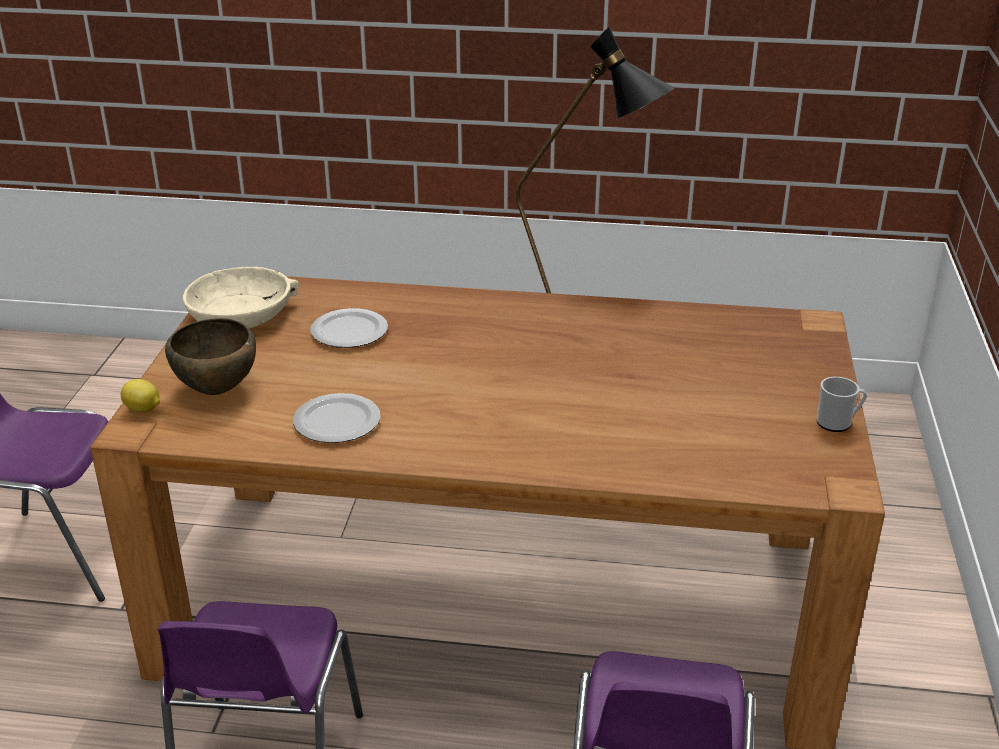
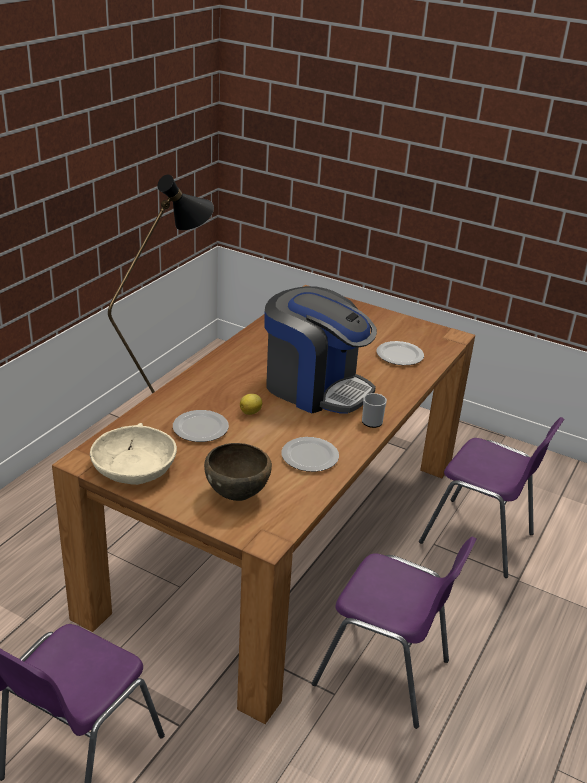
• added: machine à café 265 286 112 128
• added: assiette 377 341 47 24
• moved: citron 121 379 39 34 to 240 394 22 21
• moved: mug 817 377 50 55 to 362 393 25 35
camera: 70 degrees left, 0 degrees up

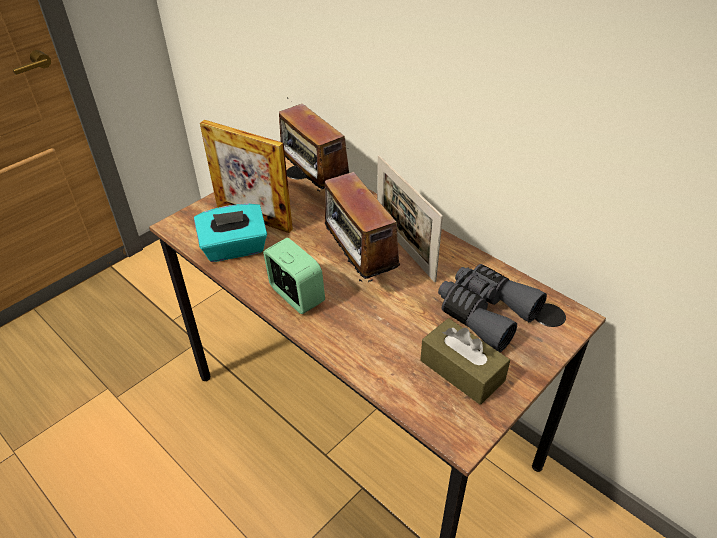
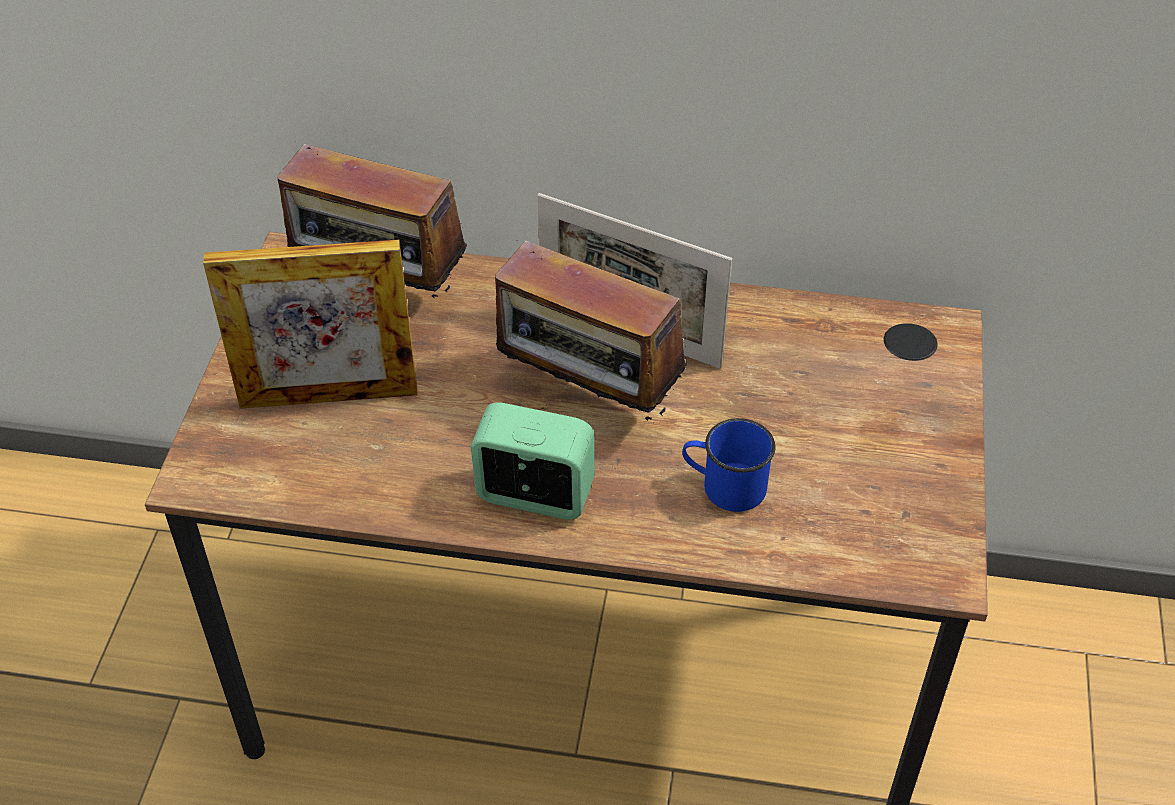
• removed: boîte à mouchoirs [turquoise] 194 204 73 58
• removed: boîte à mouchoirs [marron] 420 318 90 87
• removed: jumelles [gris] 438 264 109 88
• added: mug [bleu] 682 418 94 94
camera: 35 degrees left, 5 degrees up

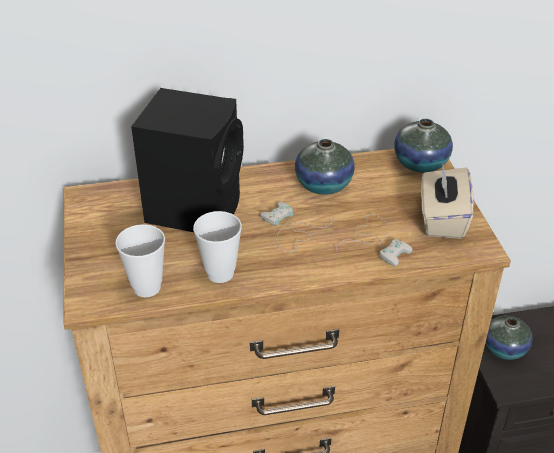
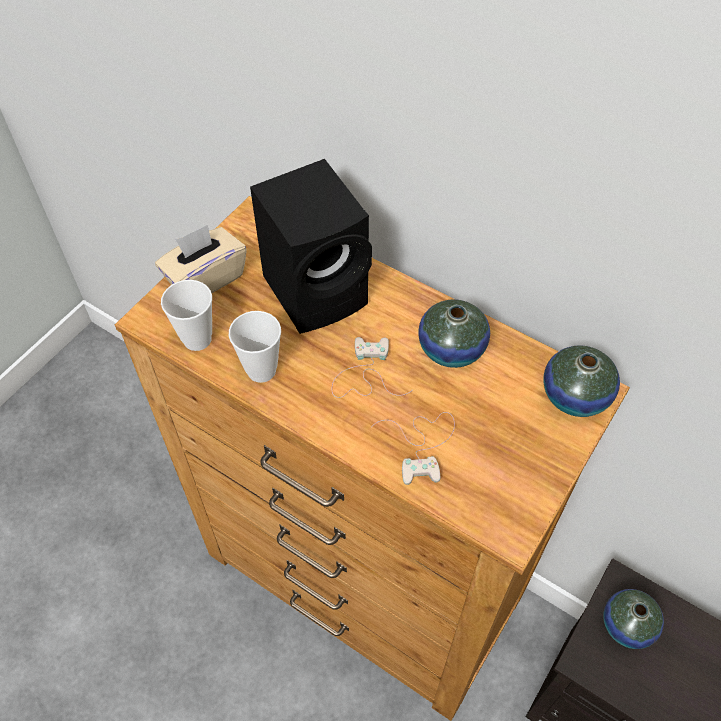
• moved: boîte à mouchoirs [beige] 421 165 53 74 to 155 225 92 68
camera: 45 degrees right, 15 degrees up

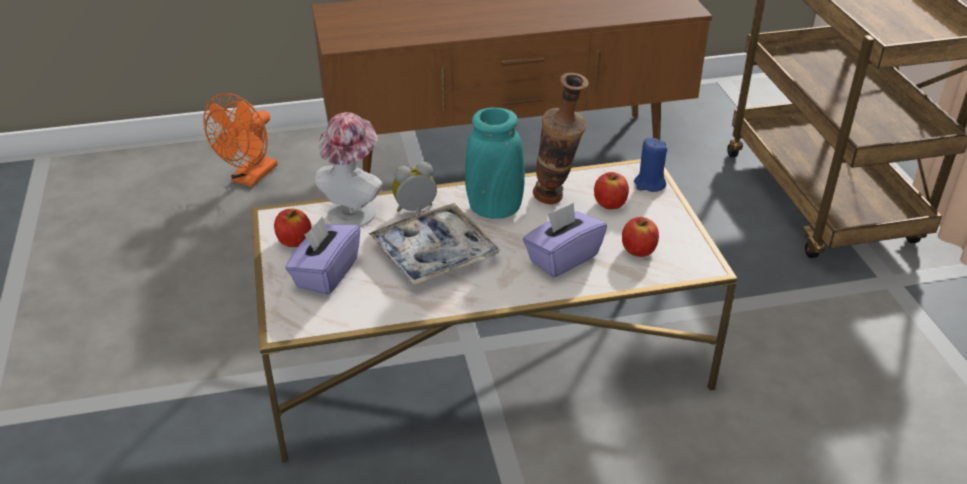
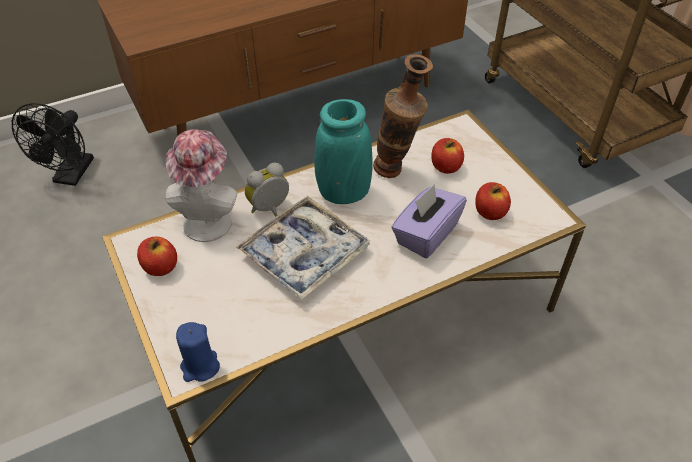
• removed: boîte à mouchoirs [violet] 285 217 75 78
• moved: bougie [bleu] 634 138 33 54 to 176 322 44 60
• recoloured: ventilateur [orange] 203 93 75 94 to ventilateur [noir] 12 103 82 83
camera: 15 degrees left, 10 degrees up

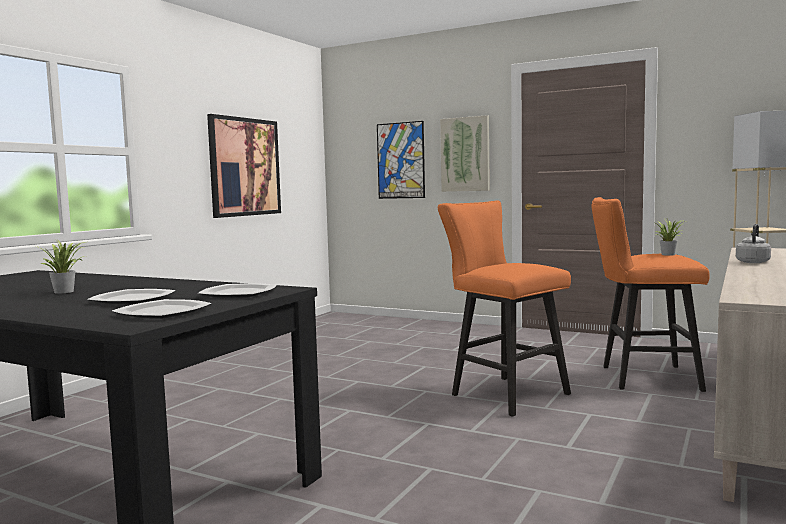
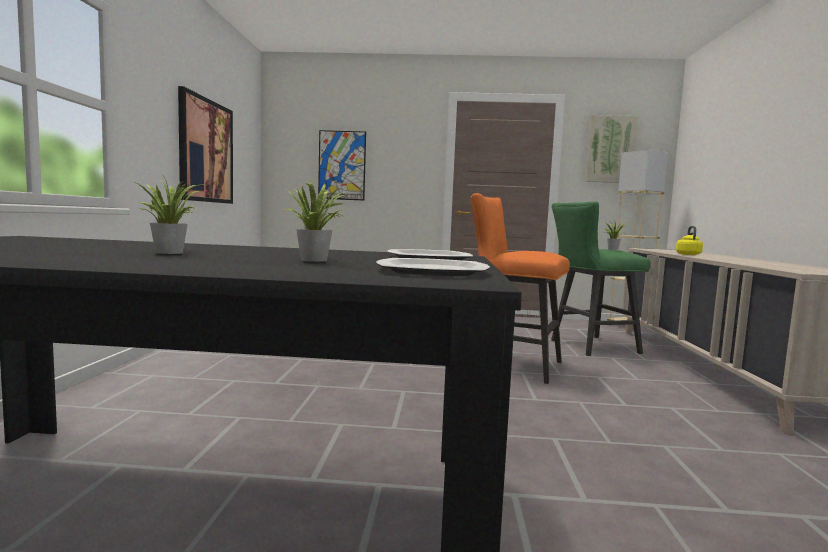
• moved: tableau 440 115 50 77 to 585 115 53 68
• replaced: assiette 87 289 89 15 to plante en pot 284 180 64 82
• recoloured: tabouret [orange] 592 197 118 195 to tabouret [vert] 551 201 100 155
• recoloured: bouilloire [gris] 736 224 35 39 to bouilloire [jaune] 676 226 27 29
camera: 25 degrees left, 0 degrees up

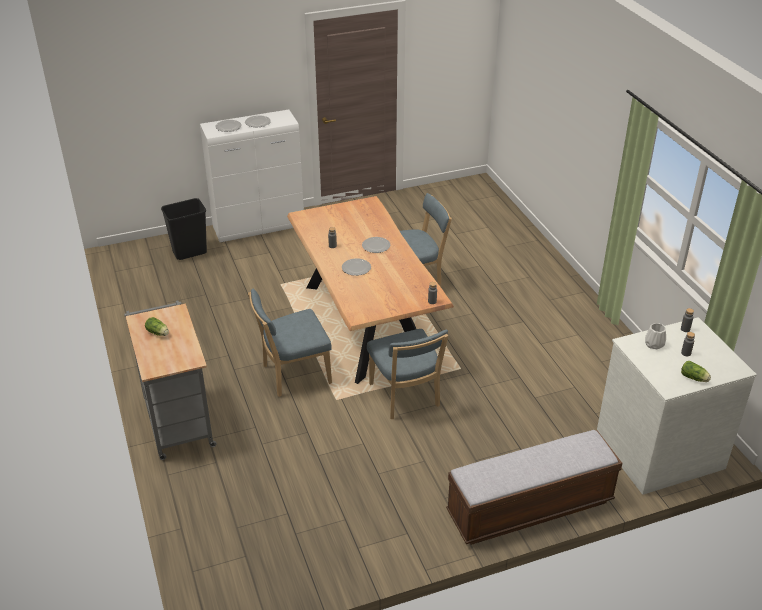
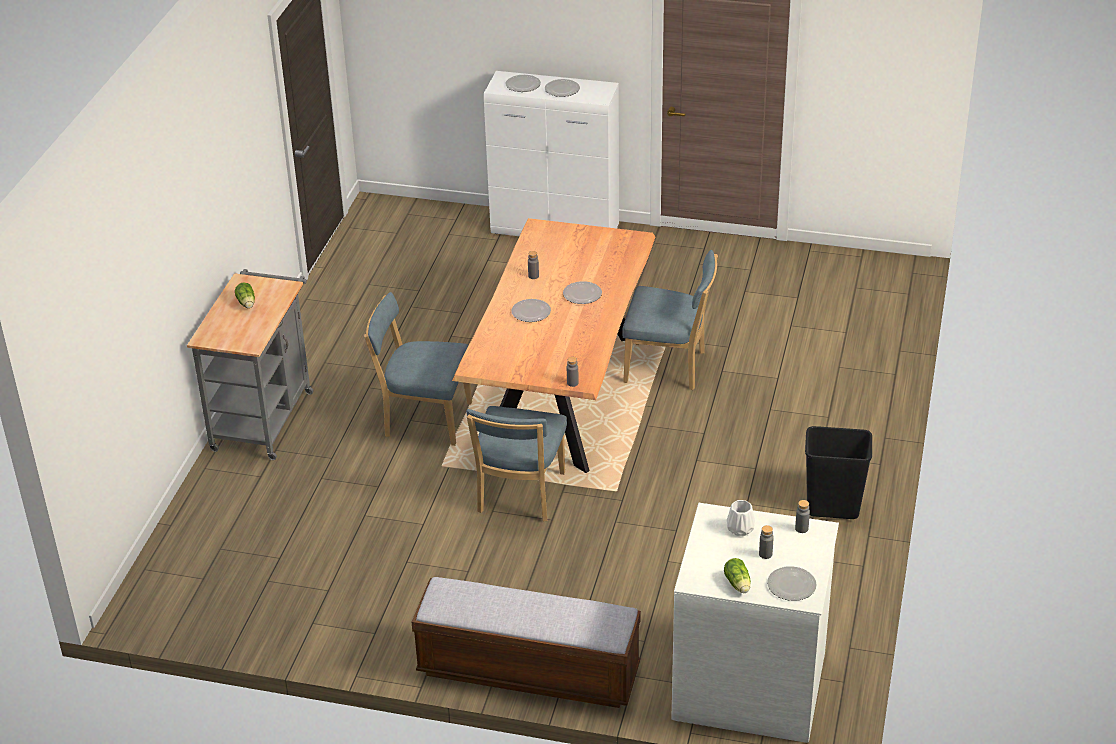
• added: assiette 767 566 50 35
• moved: poubelle [noir] 161 198 46 62 to 805 426 67 93
camera: 35 degrees right, 0 degrees up

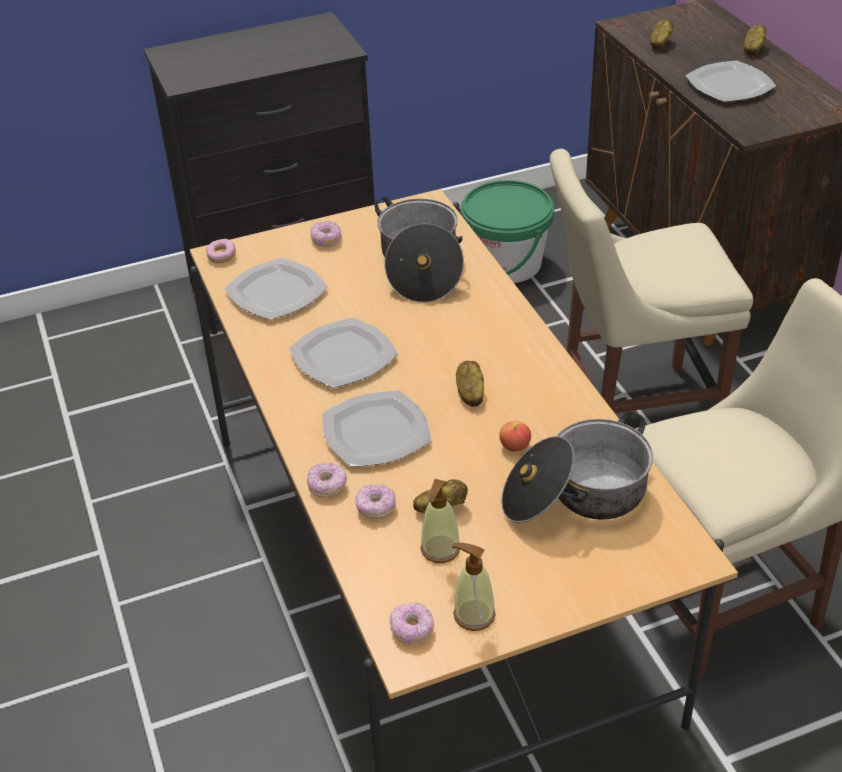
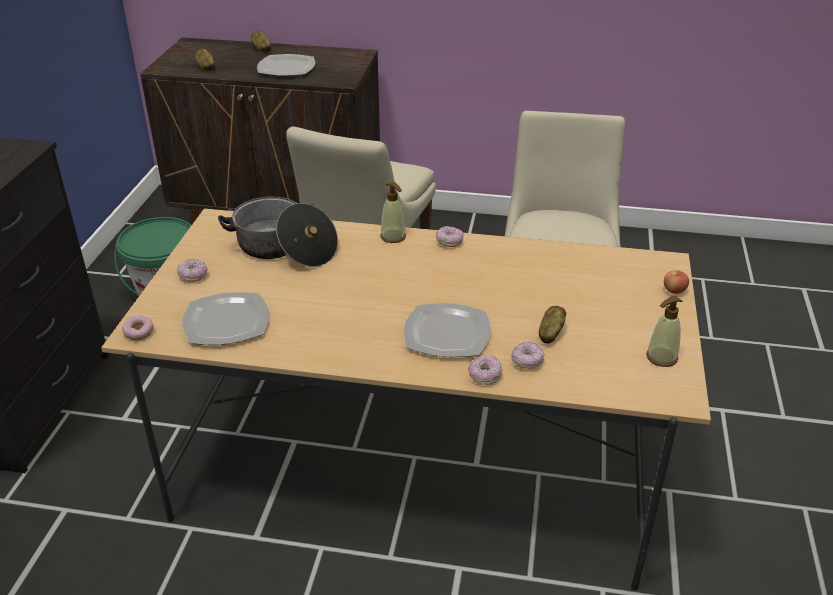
• removed: assiette 289 317 109 71
• removed: pomme de terre 456 361 28 46
• removed: marmite 501 411 152 112
• moved: beignet 390 602 44 43 to 436 226 28 21
• moved: distributeur de savon 420 479 40 84 to 380 182 26 61
• moved: pomme 499 421 32 31 to 664 270 25 24
camera: 60 degrees left, 5 degrees down

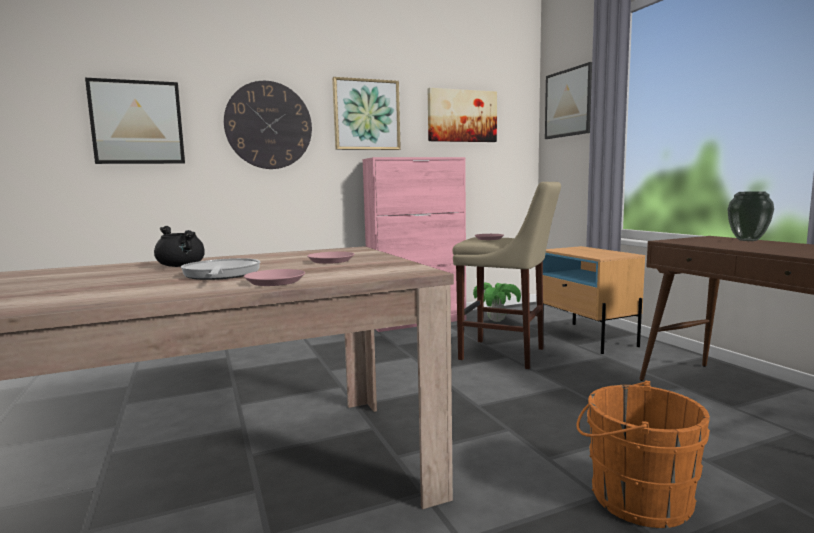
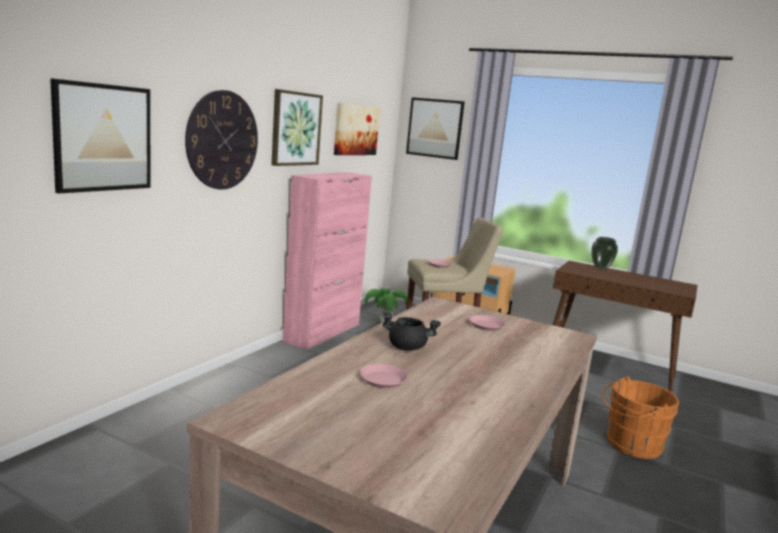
• removed: poêle 181 258 79 22
• moved: assiette [rose] 244 269 61 17 to 359 364 49 24
camera: 40 degrees left, 5 degrees up

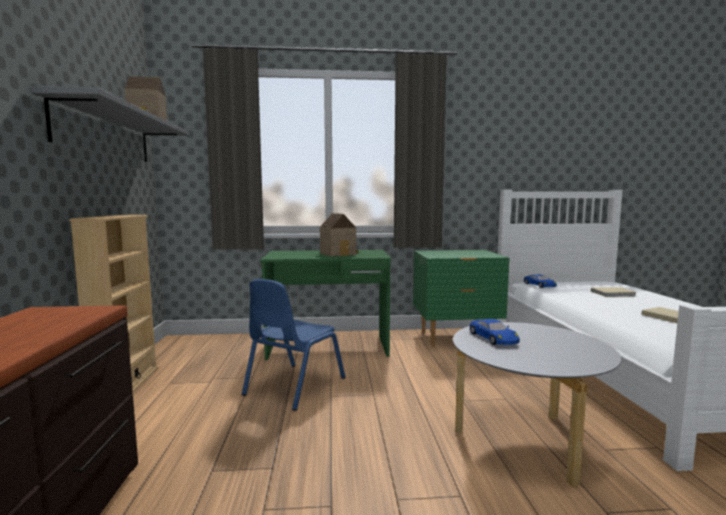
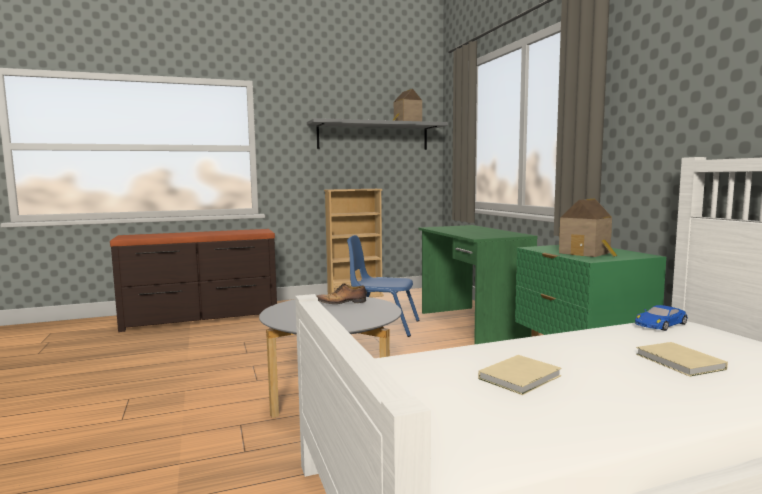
• moved: maison miniature 320 213 39 44 to 559 199 58 58
• replaced: petite voiture [bleu] 470 319 50 26 to chaussure 317 283 50 21
camera: 75 degrees right, 0 degrees up

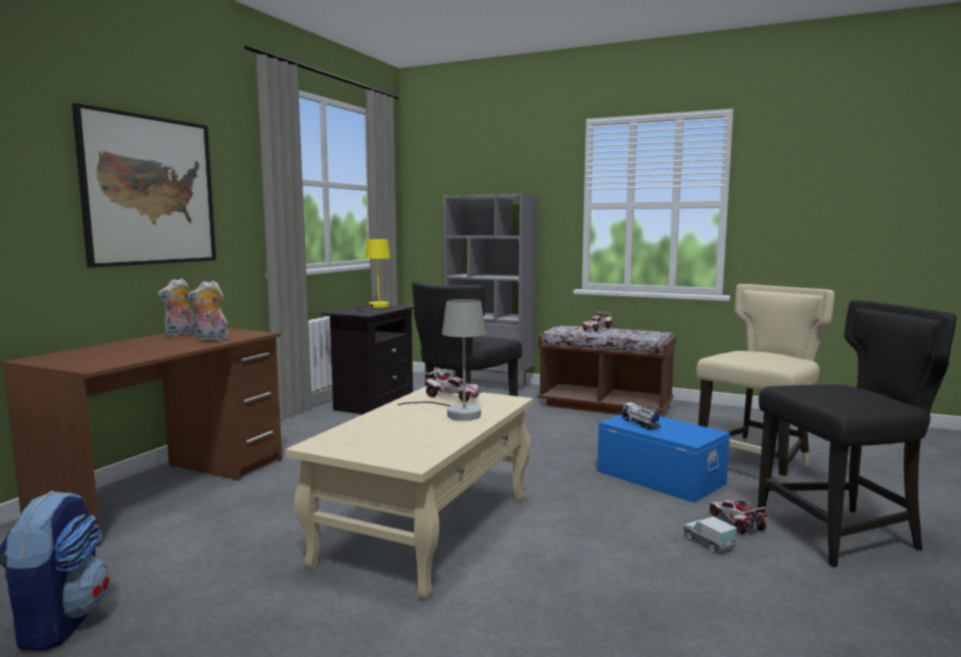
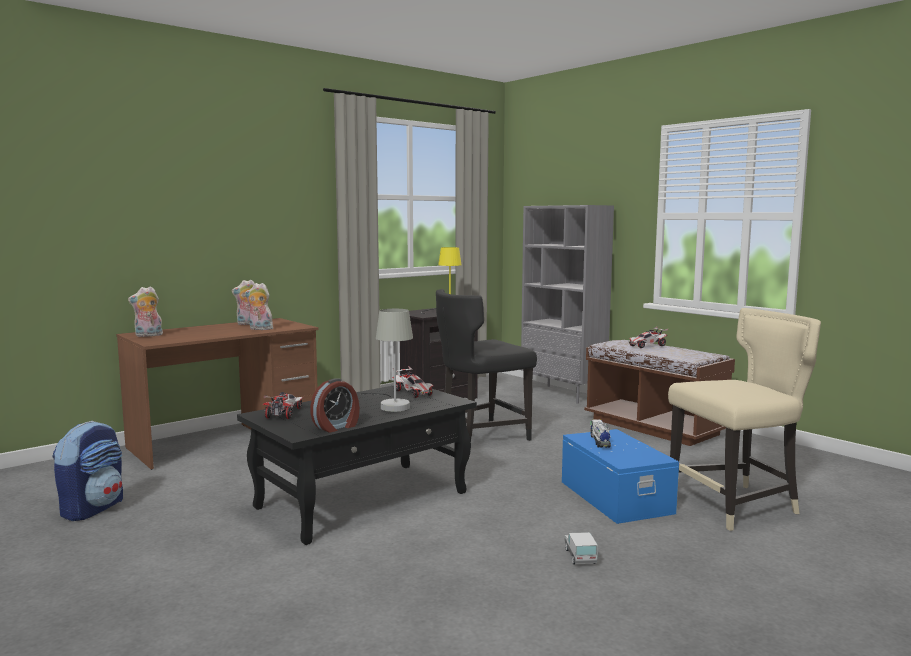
• removed: tableau 72 103 144 165
• removed: chaise [noir] 757 300 200 267
• added: peluche 128 286 35 51
• added: réveil 310 378 50 55
• moved: petite voiture 710 500 60 34 to 263 392 40 27
• recoloured: table basse [beige] 285 386 248 215 to table basse [noir] 237 385 240 160
camera: 25 degrees right, 0 degrees up

